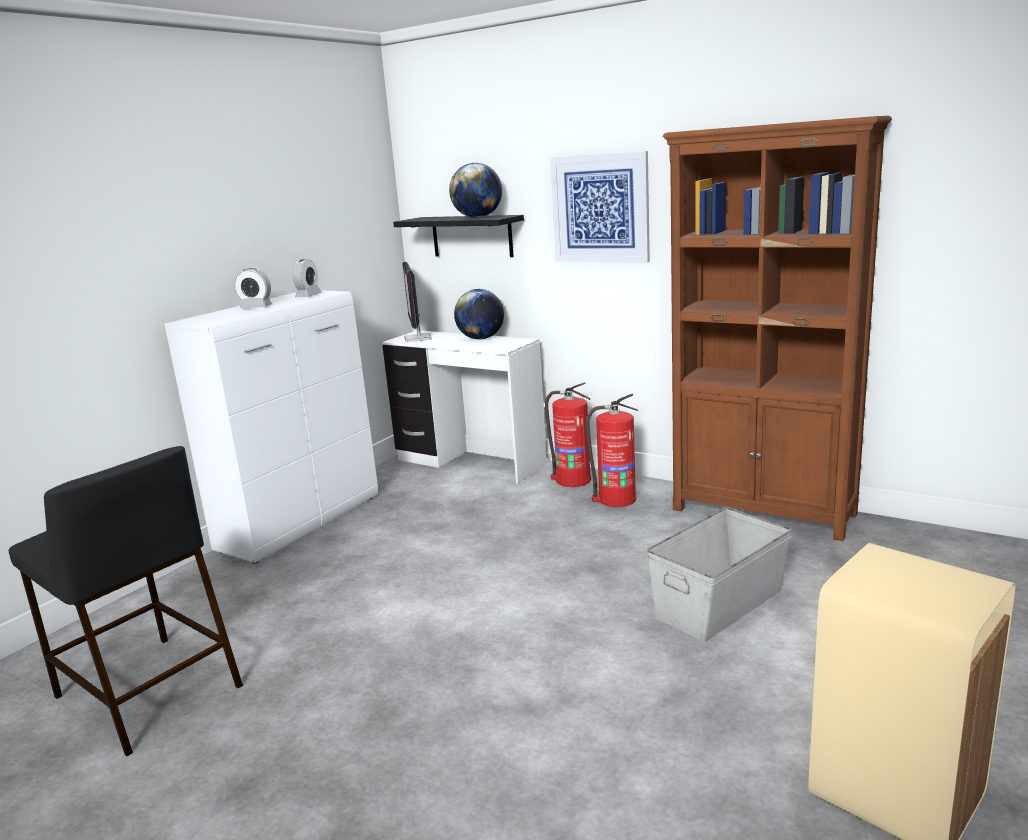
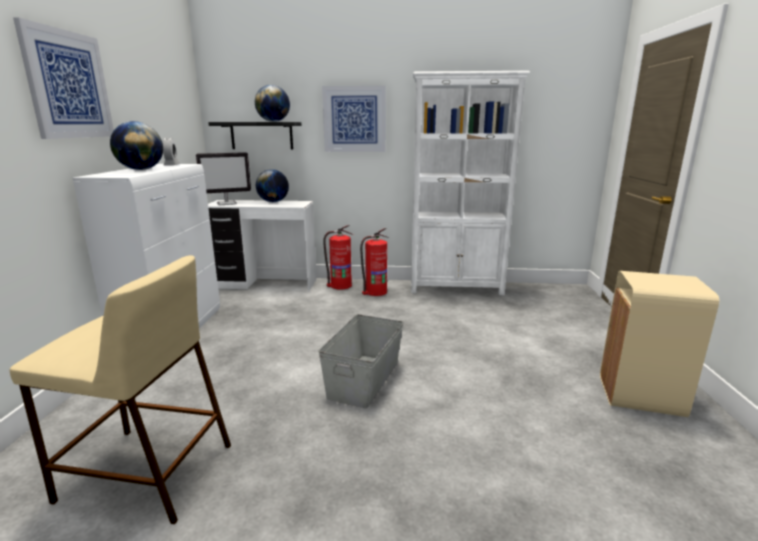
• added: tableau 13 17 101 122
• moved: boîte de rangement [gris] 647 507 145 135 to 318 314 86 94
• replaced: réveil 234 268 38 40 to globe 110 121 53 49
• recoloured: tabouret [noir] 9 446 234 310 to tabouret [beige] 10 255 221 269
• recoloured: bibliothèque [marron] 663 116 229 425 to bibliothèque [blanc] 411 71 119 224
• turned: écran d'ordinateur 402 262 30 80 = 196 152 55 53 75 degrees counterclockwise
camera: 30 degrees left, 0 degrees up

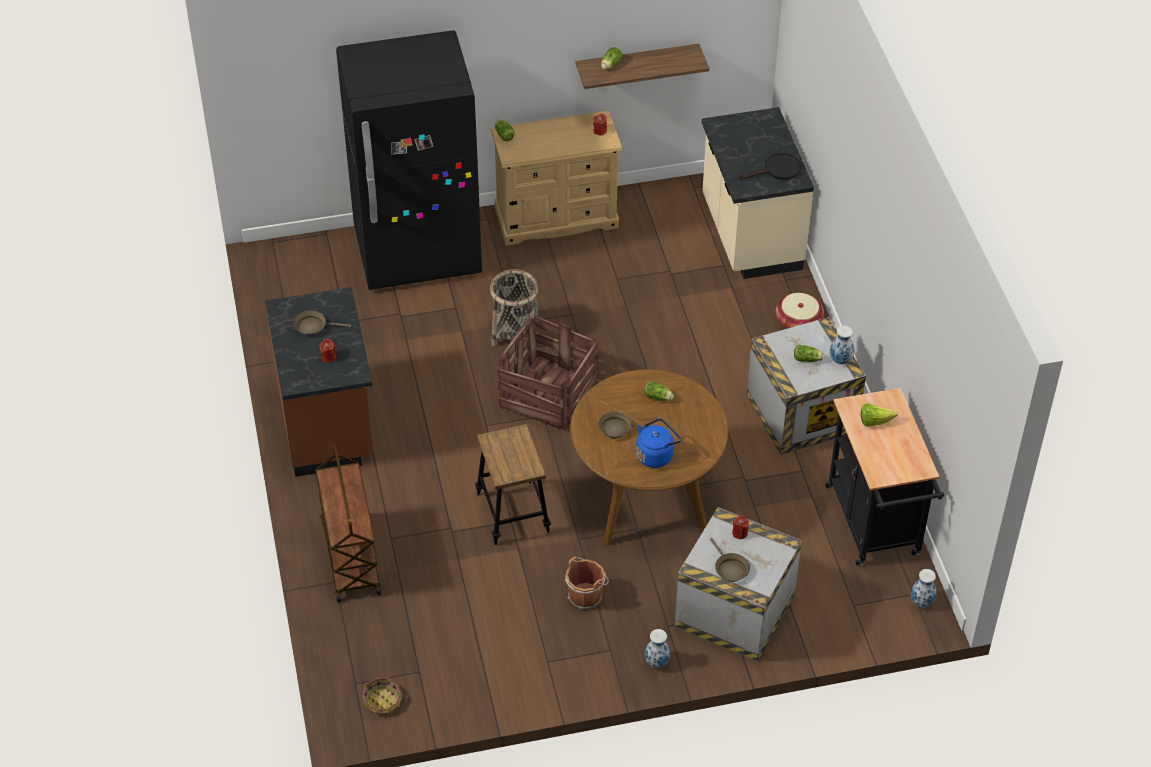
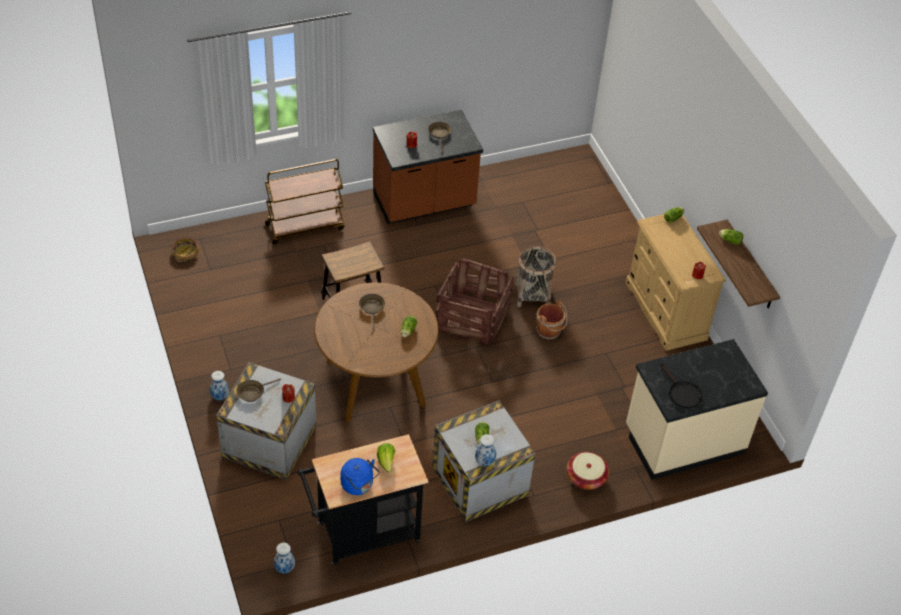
• removed: réfrigérateur [noir] 336 30 146 260
• moved: seau [marron] 565 557 44 53 to 536 301 31 39
• moved: bouilloire [bleu] 636 418 45 50 to 341 458 38 37
camera: 80 degrees right, 0 degrees up

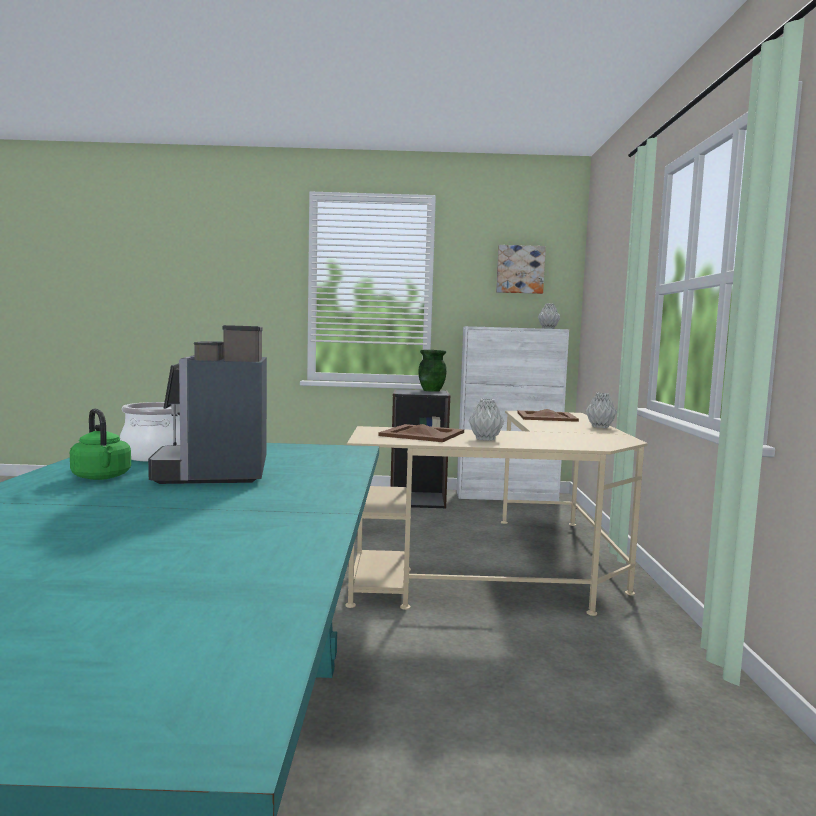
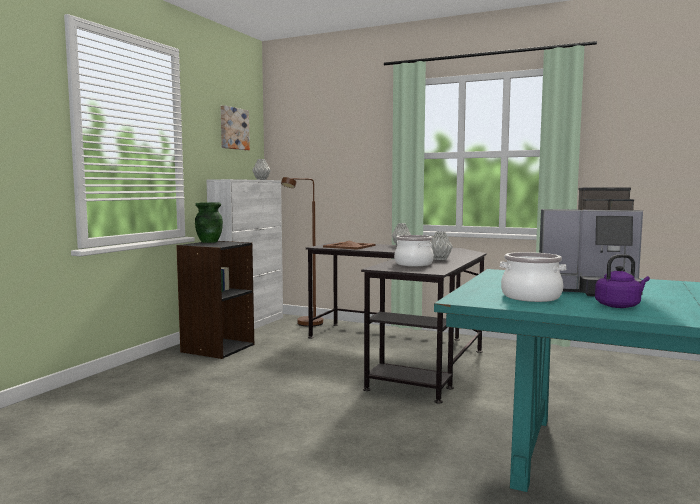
• added: lampadaire [marron] 281 177 42 150
• replaced: plateau [marron] 378 424 86 18 to marmite 394 235 40 31
• recoloured: bouilloire [vert] 70 409 61 71 to bouilloire [violet] 595 254 55 54
• recoloured: bureau [beige] 345 411 302 205 to bureau [noir] 306 242 181 162
camera: 65 degrees left, 0 degrees up

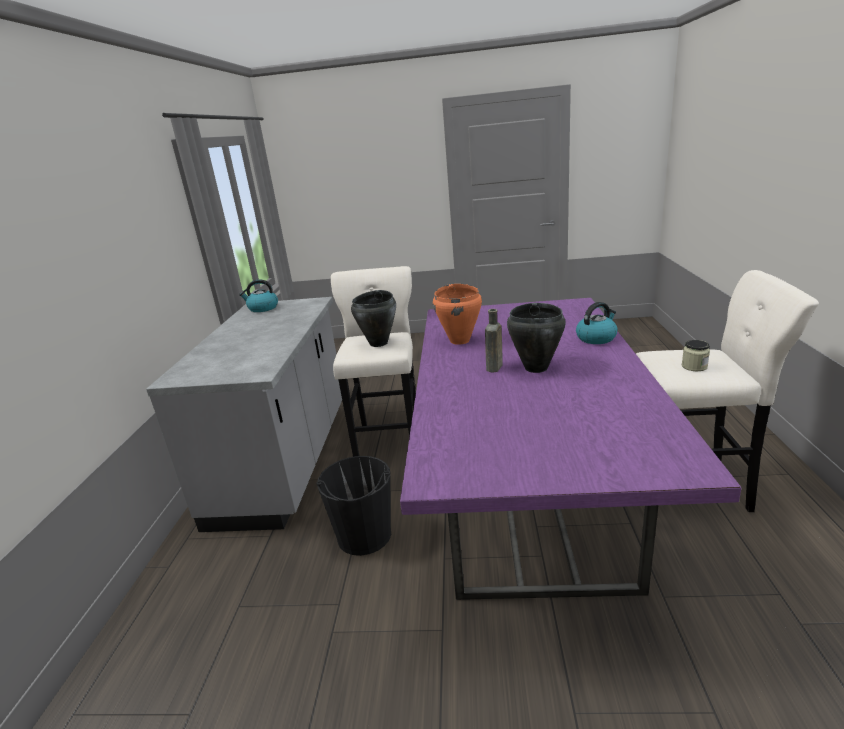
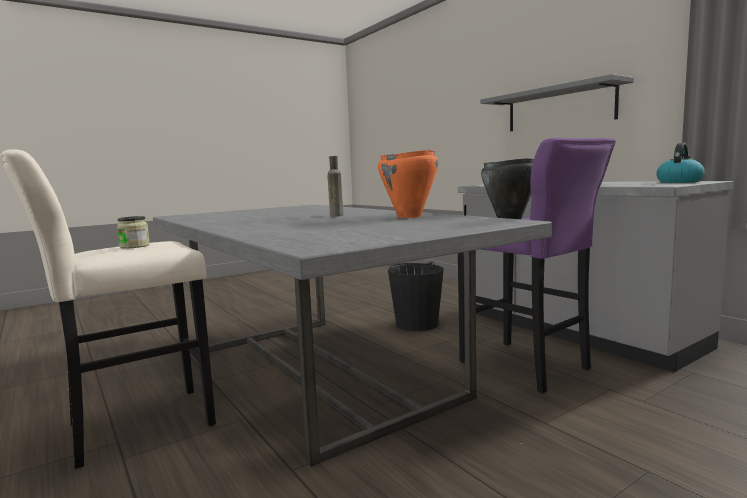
• removed: marmite [noir] 507 303 59 70
• removed: bouilloire 576 302 41 42
• added: étagère [gris] 480 74 154 57
• recoloured: tabouret [beige] 331 266 85 191 to tabouret [violet] 458 138 158 255
• recoloured: table à manger [violet] 400 298 342 302 to table à manger [gris] 153 205 399 262
camera: 140 degrees right, 15 degrees down

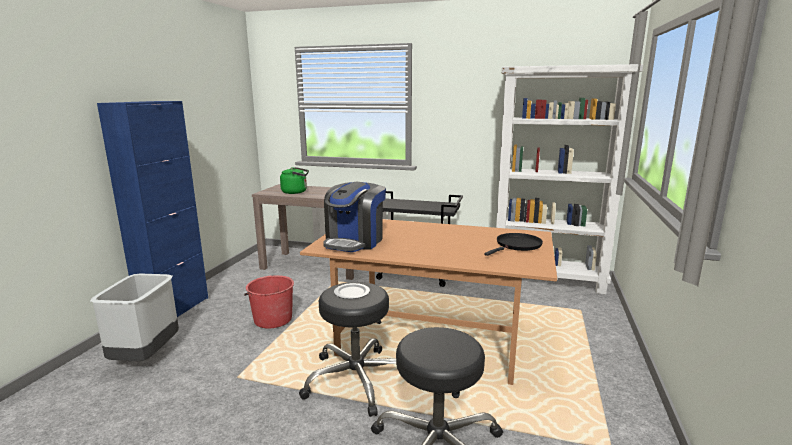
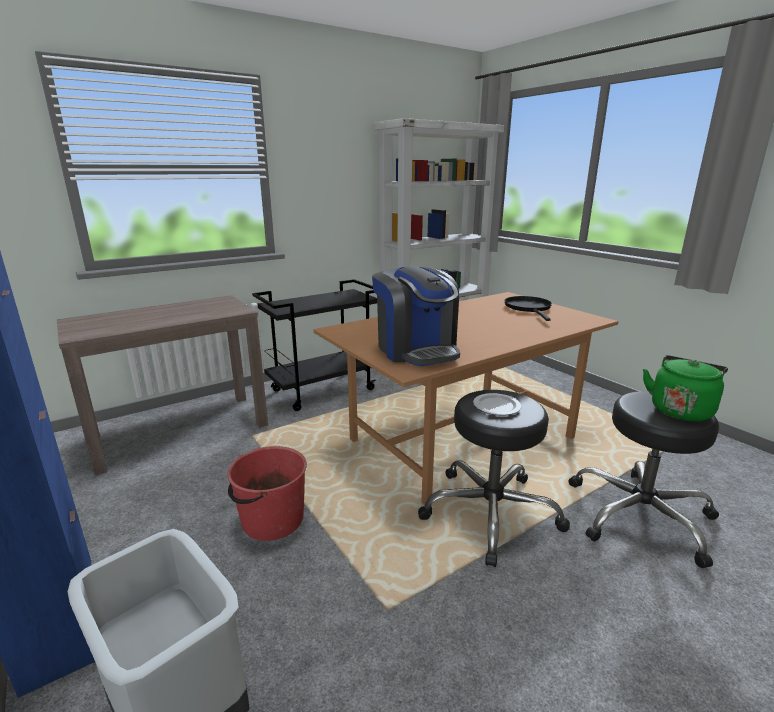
• moved: bouilloire [vert] 280 167 29 27 to 643 355 85 66
camera: 50 degrees left, 5 degrees up

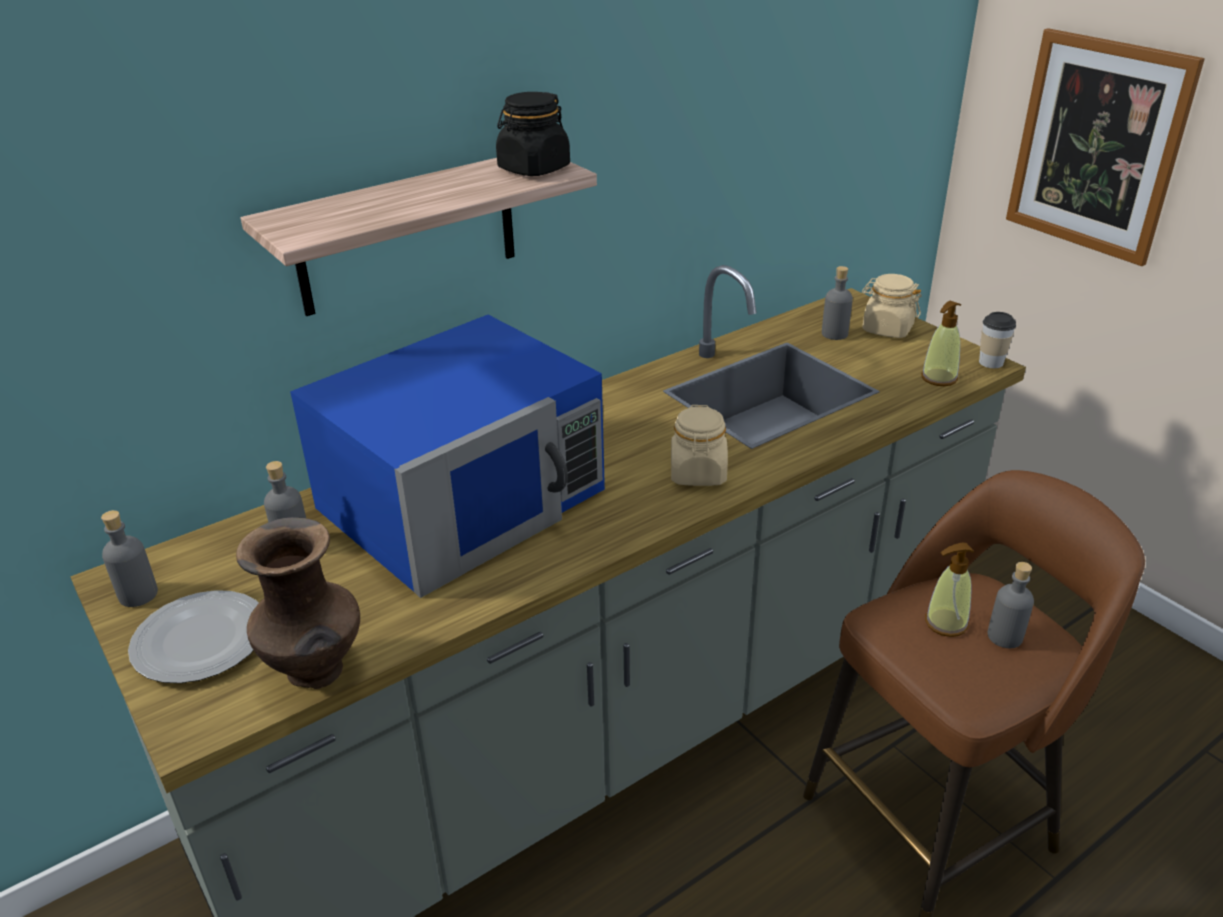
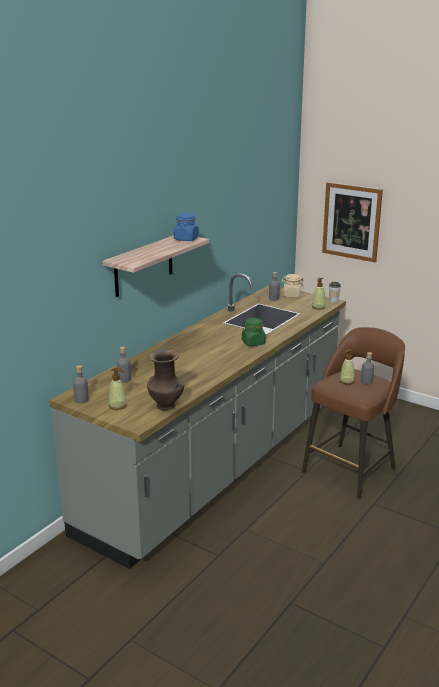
• removed: micro-ondes [bleu] 290 315 315 283
• replaced: assiette 128 590 131 93 to distributeur de savon 109 368 18 42
• recoloured: bocal [noir] 496 92 74 84 to bocal [bleu] 174 213 25 28
• recoloured: bocal [beige] 671 405 57 81 to bocal [vert] 242 318 24 28
camera: 20 degrees left, 10 degrees down

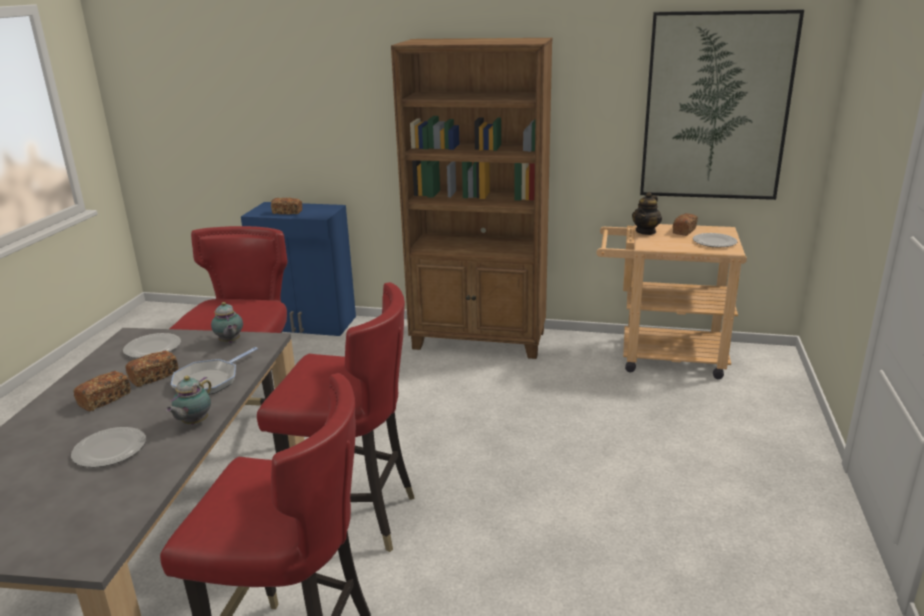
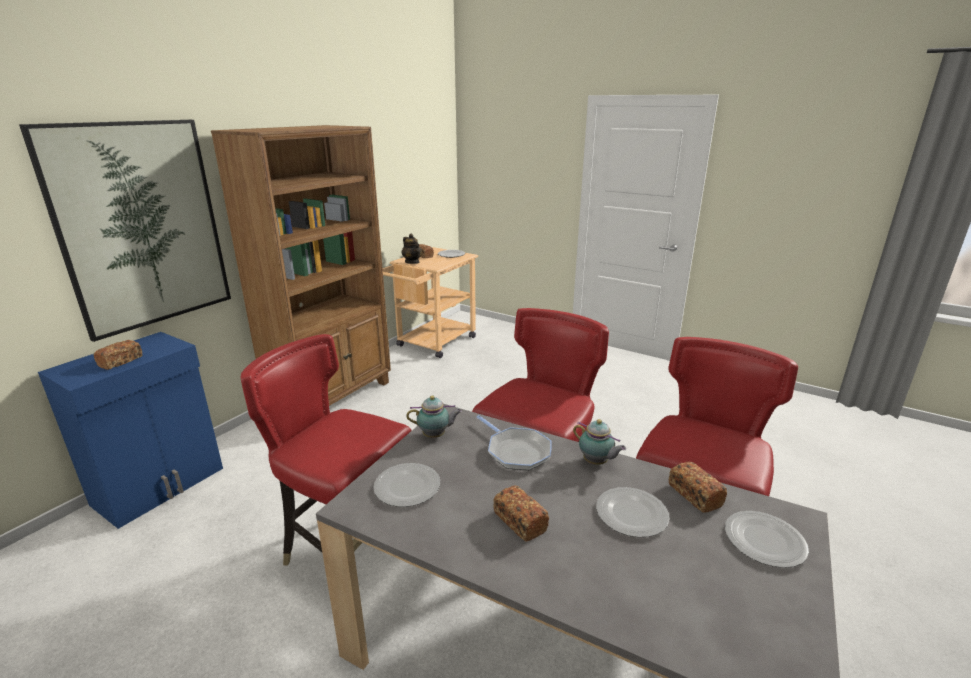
• added: assiette 725 511 84 57
• moved: pain 125 350 53 37 to 669 462 58 51
• moved: tableau 640 10 164 190 to 19 120 212 222
camera: 70 degrees left, 0 degrees up

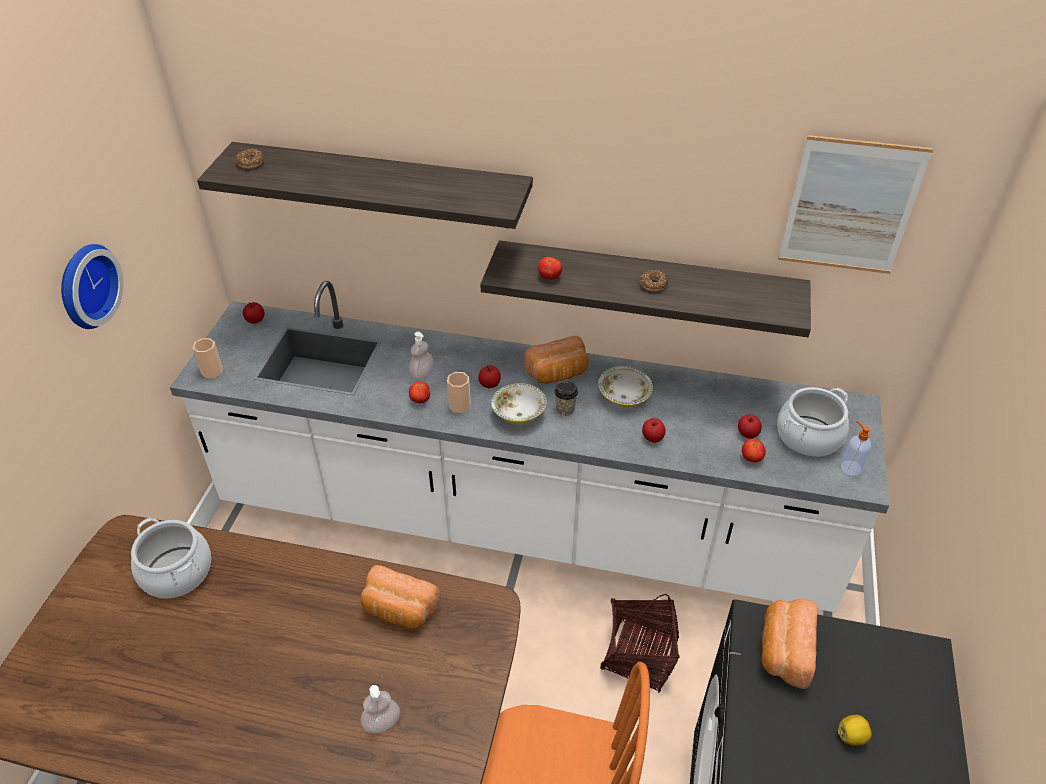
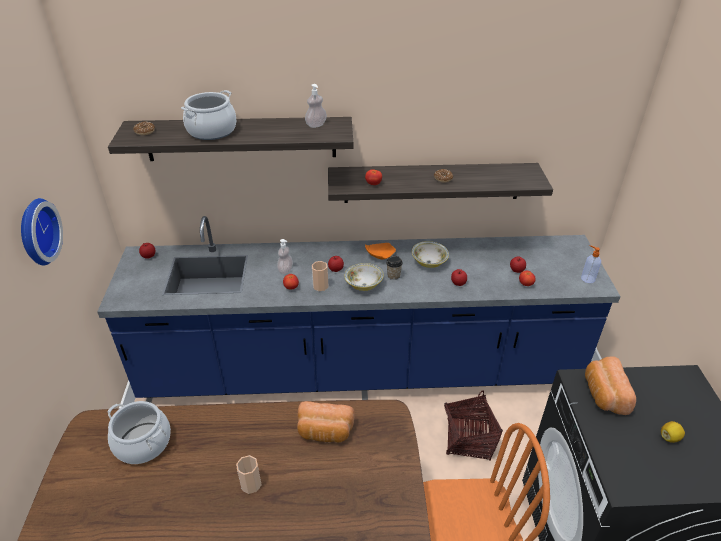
• removed: tableau 778 135 155 139
• moved: tasse 193 338 30 40 to 236 455 26 39
• moved: distributeur de savon 360 685 40 48 to 305 84 22 44
• moved: marmite 777 387 72 70 to 181 90 55 50
• replaced: pain 524 336 65 48 to assiette [orange] 365 243 31 16
• recoloured: comptoir de cuisine [blanc] 170 281 719 331 to comptoir de cuisine [bleu] 97 216 524 182
camera: 15 degrees left, 5 degrees down

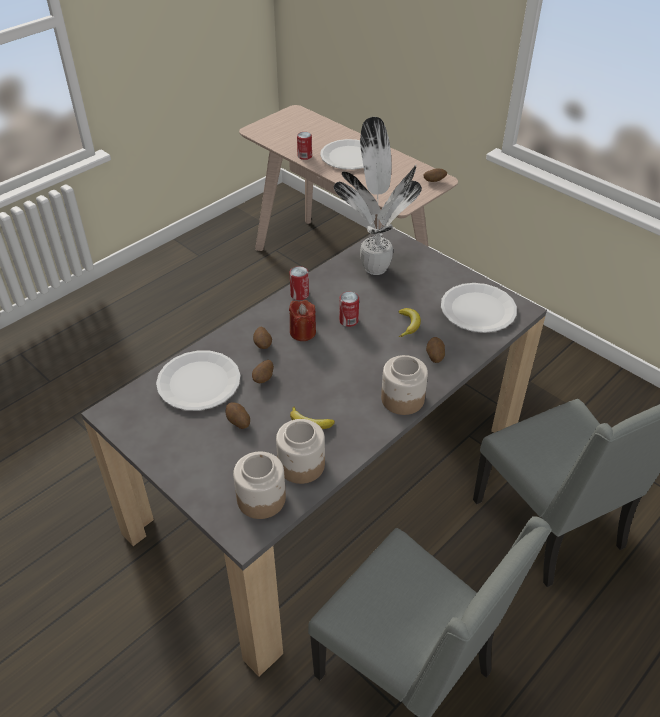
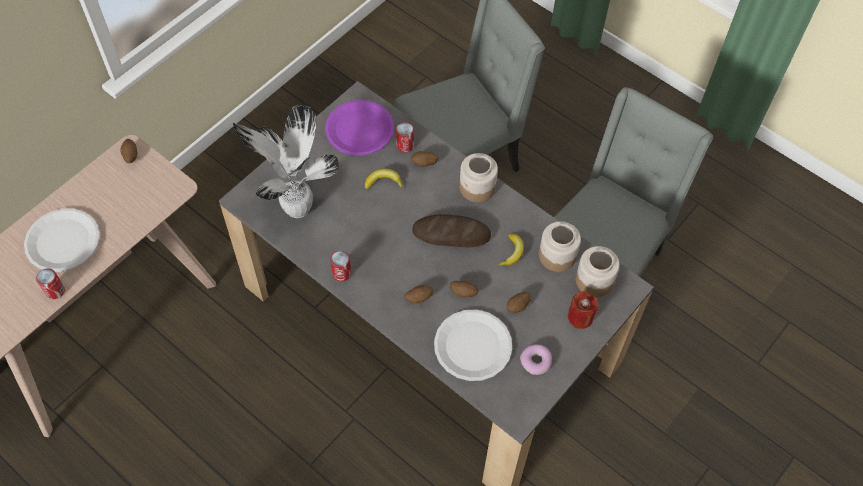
• added: pain 412 214 79 33
• added: beignet 520 344 32 31
• moved: bougie [rouge] 289 300 27 41 to 568 291 31 38
• moved: boîte métallique 339 292 20 35 to 396 122 18 30
• recoloured: assiette [blanc] 441 283 76 50 to assiette [violet] 325 100 69 56
camera: 95 degrees left, 15 degrees up

